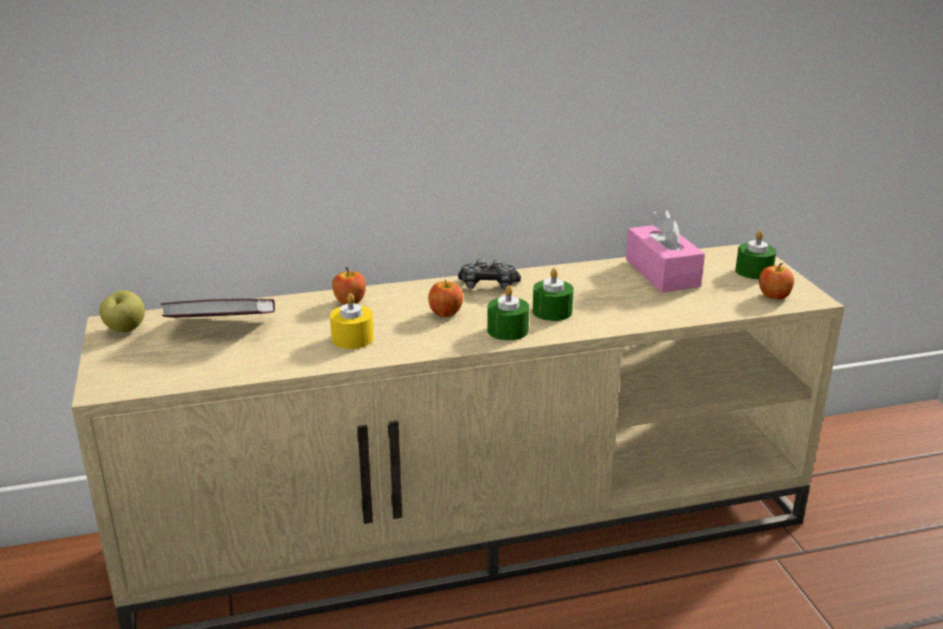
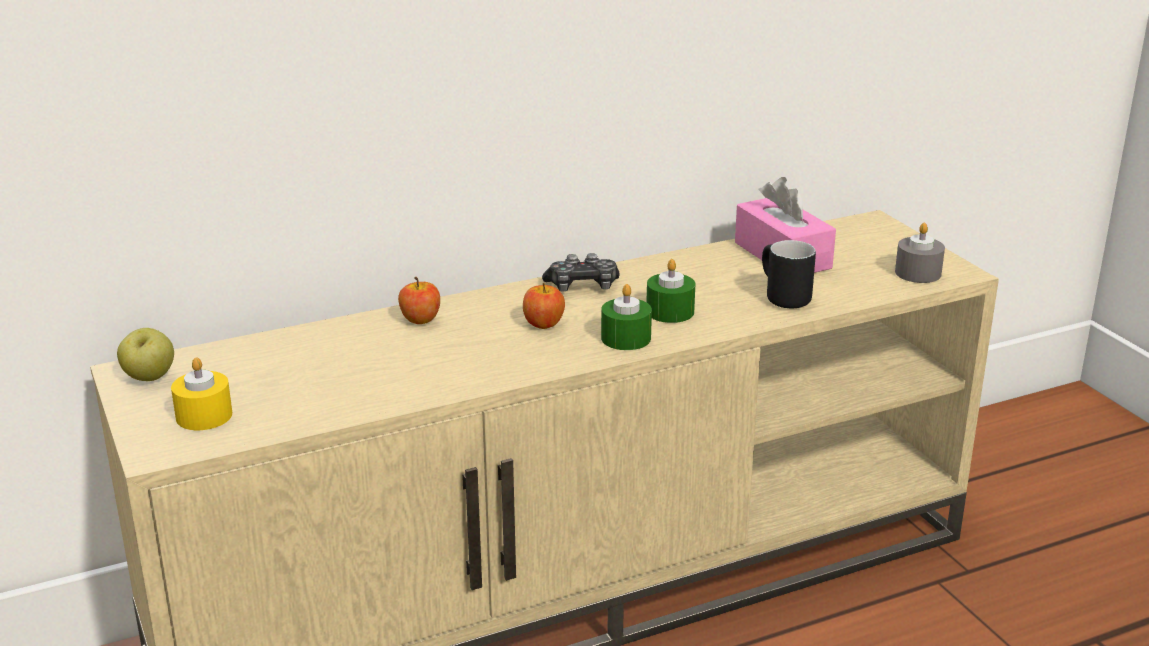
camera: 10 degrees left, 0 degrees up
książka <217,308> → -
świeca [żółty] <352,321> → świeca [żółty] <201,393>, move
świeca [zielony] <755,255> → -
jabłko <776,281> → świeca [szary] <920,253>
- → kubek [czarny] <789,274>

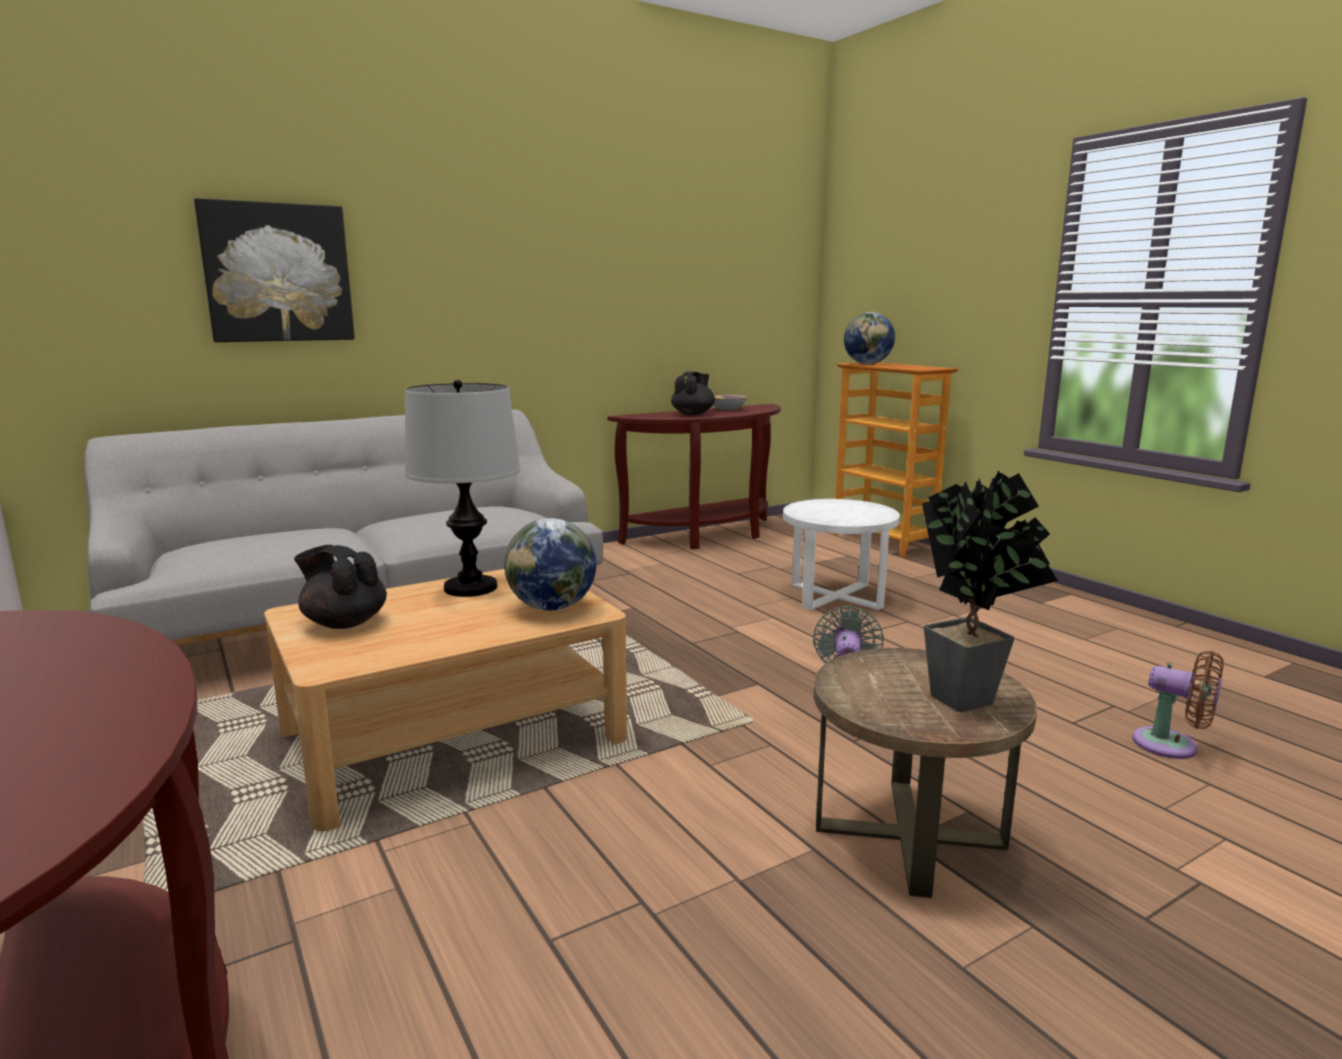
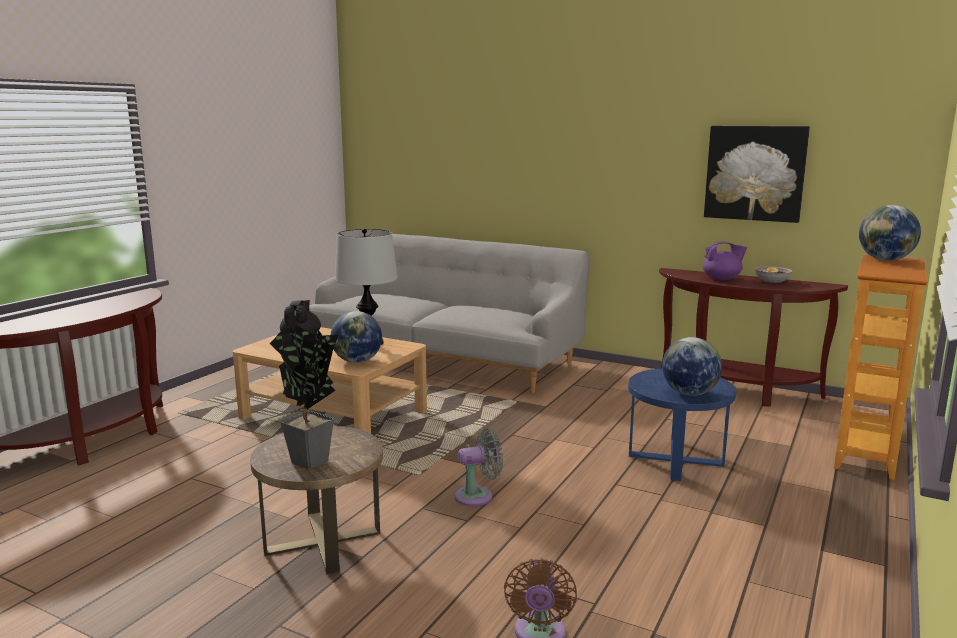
camera: 60 degrees right, 0 degrees up
obraz <274,270> → obraz <757,174>, move
imbryk [czarny] <693,393> → imbryk [fioletowy] <724,260>
stolik [biały] <841,554> → stolik [niebieski] <682,425>
- → globus <692,366>

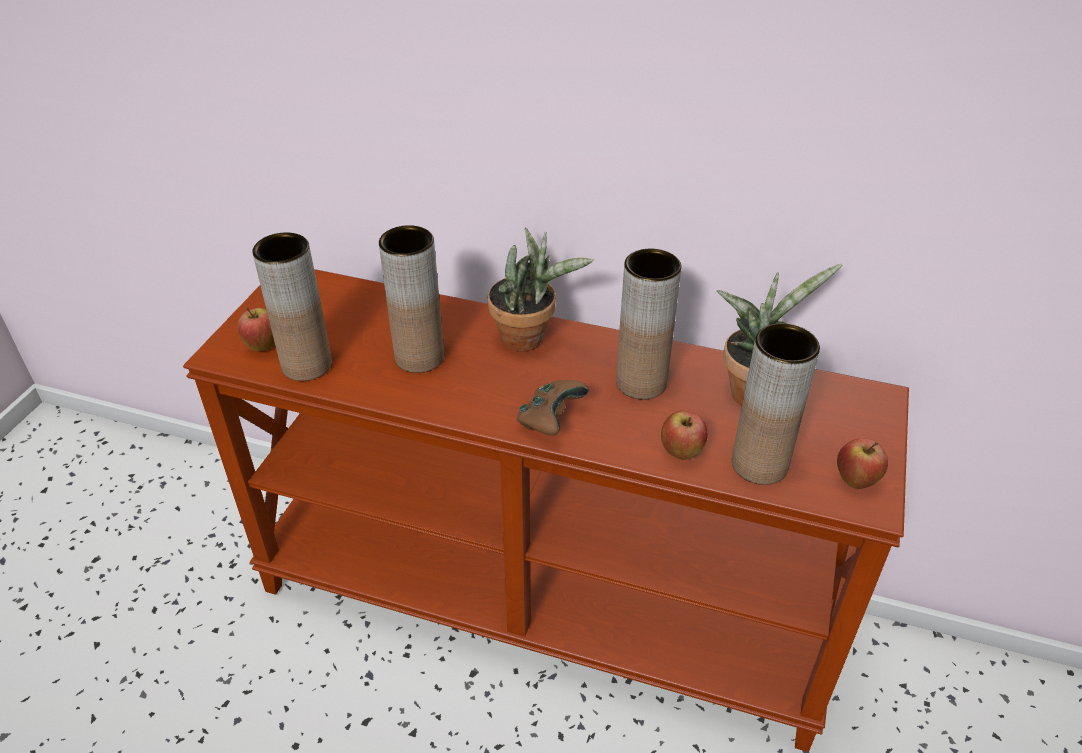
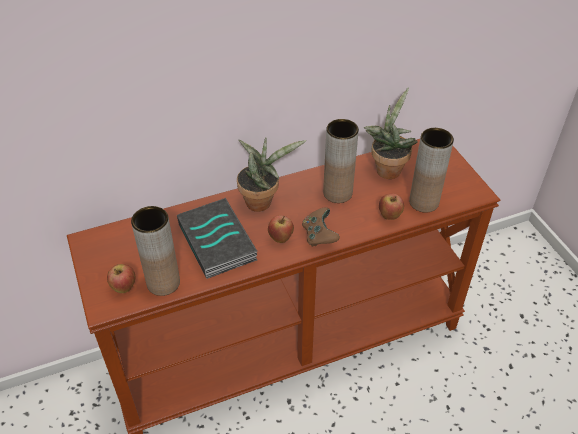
camera: 40 degrees left, 5 degrees up
wazon [brązowy] <411,299> → książka <217,238>
jabłko <862,463> → jabłko <281,229>, move

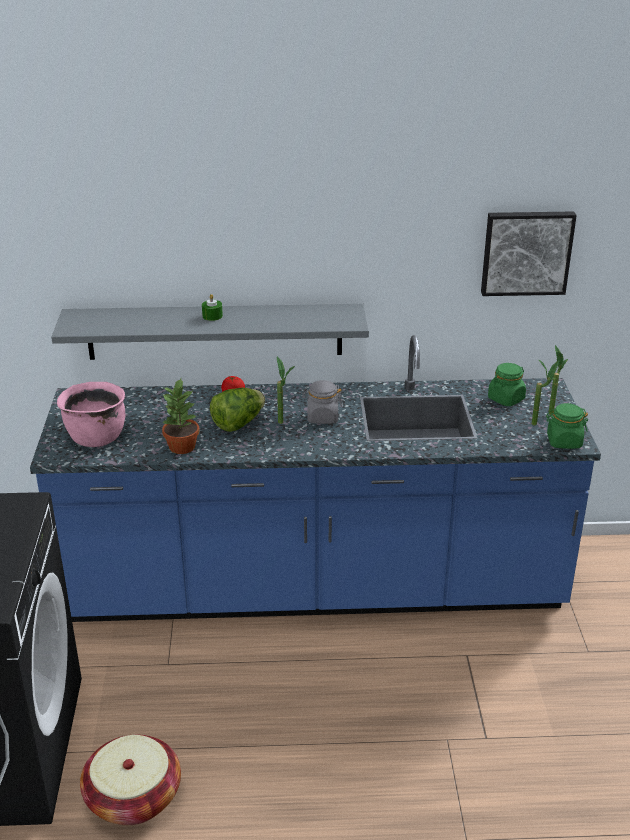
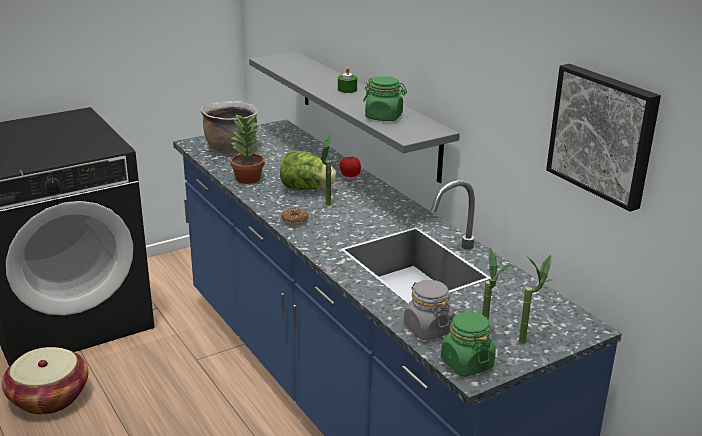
camera: 60 degrees right, 5 degrees down
garnek [różowy] <91,414> → garnek [brązowy] <230,127>
słoik [szary] <322,402> → słoik [szary] <429,310>, move
słoik [zielony] <507,384> → słoik [zielony] <385,98>, move
- → donut <294,217>

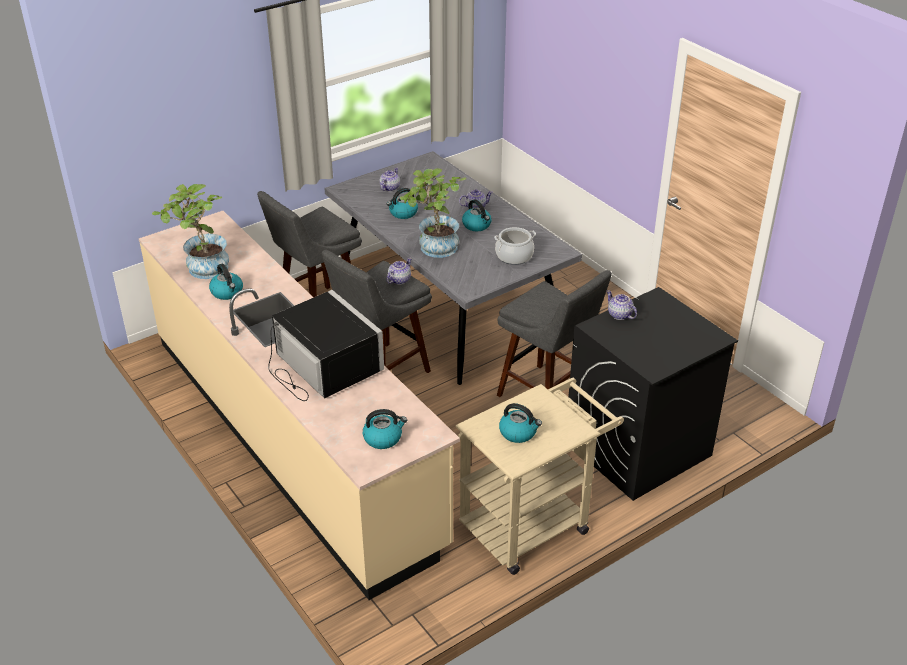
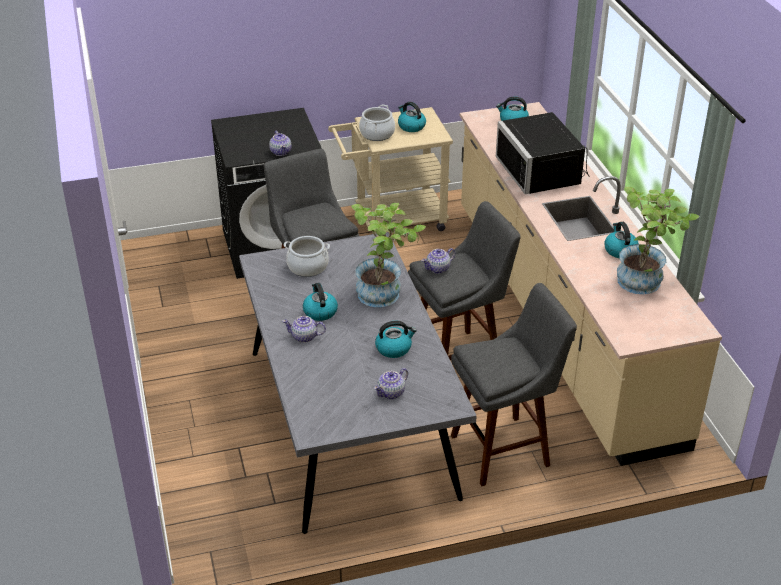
camera: 160 degrees left, 0 degrees up
- → garnek <377,123>

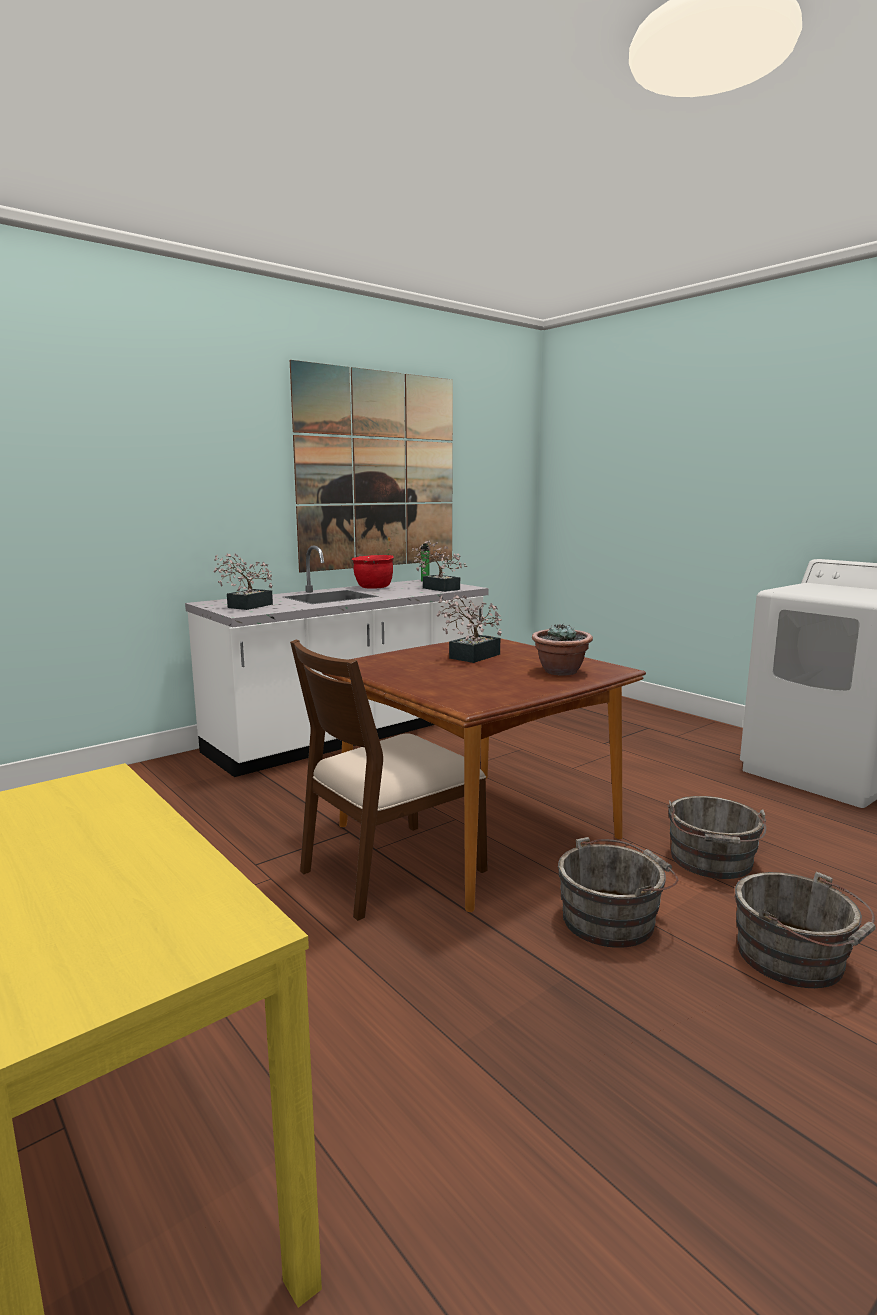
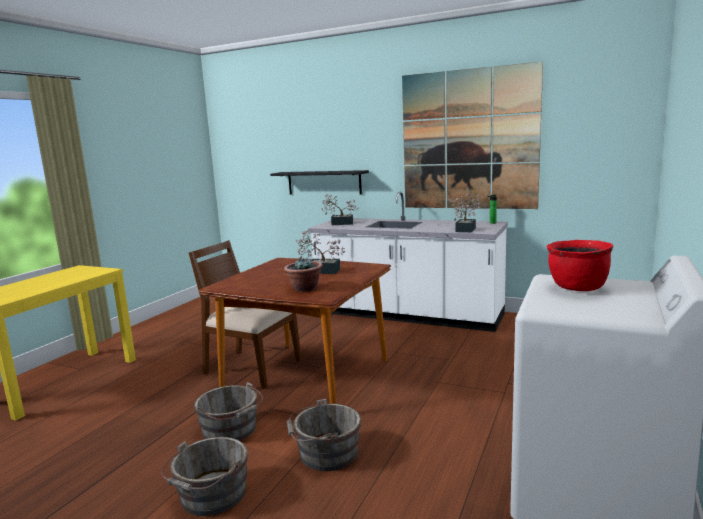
camera: 65 degrees right, 0 degrees up
garnek [czerwony] <373,572> → garnek [czerwony] <580,265>, move
- → półka [czarny] <319,182>

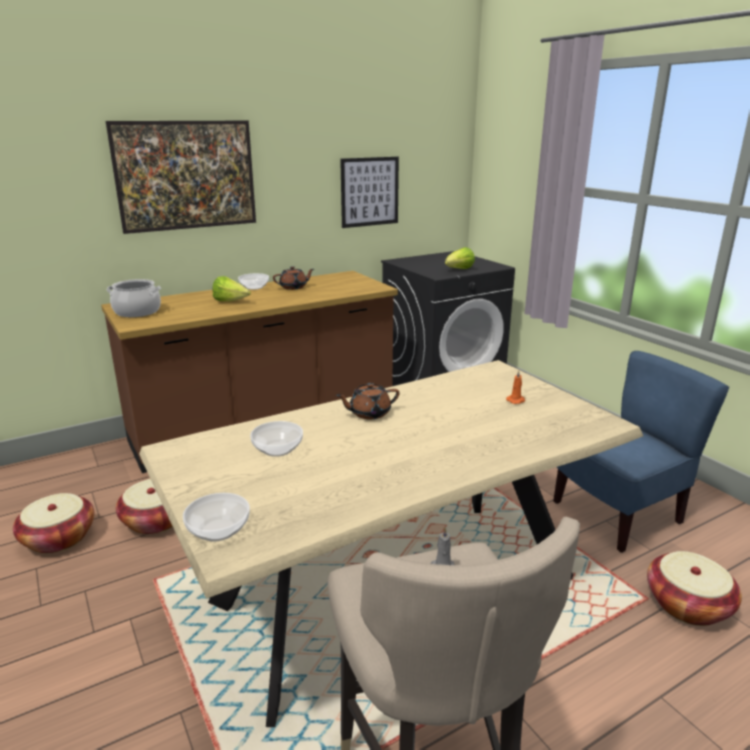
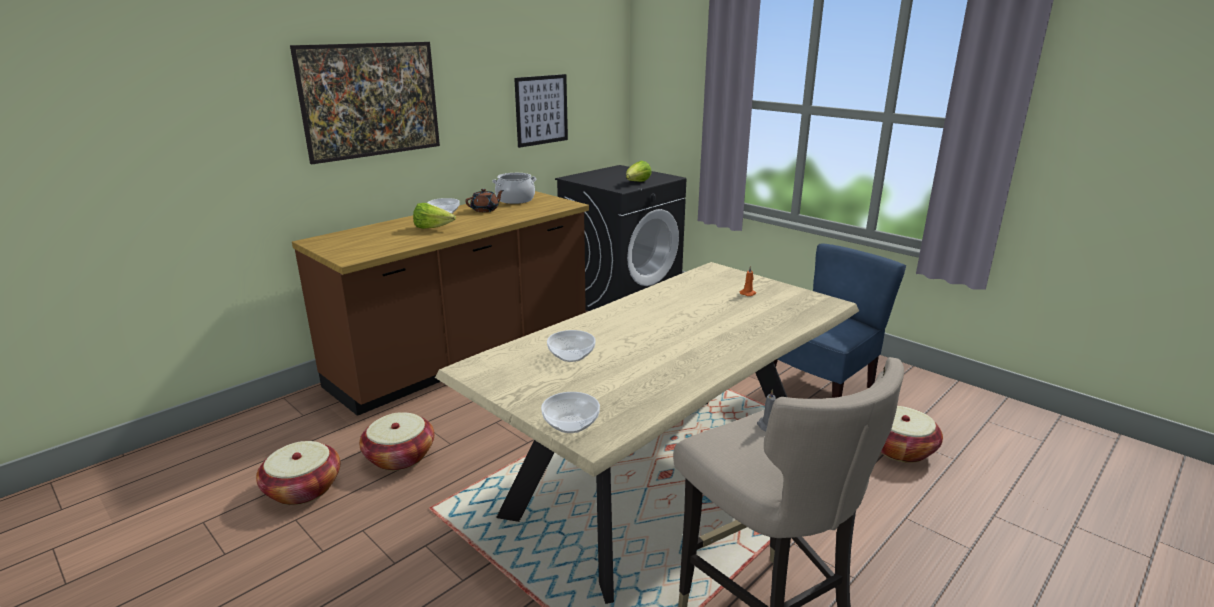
camera: 15 degrees left, 0 degrees up
garnek <134,298> → garnek <514,188>, move
imbryk [brązowy] <368,401> → -

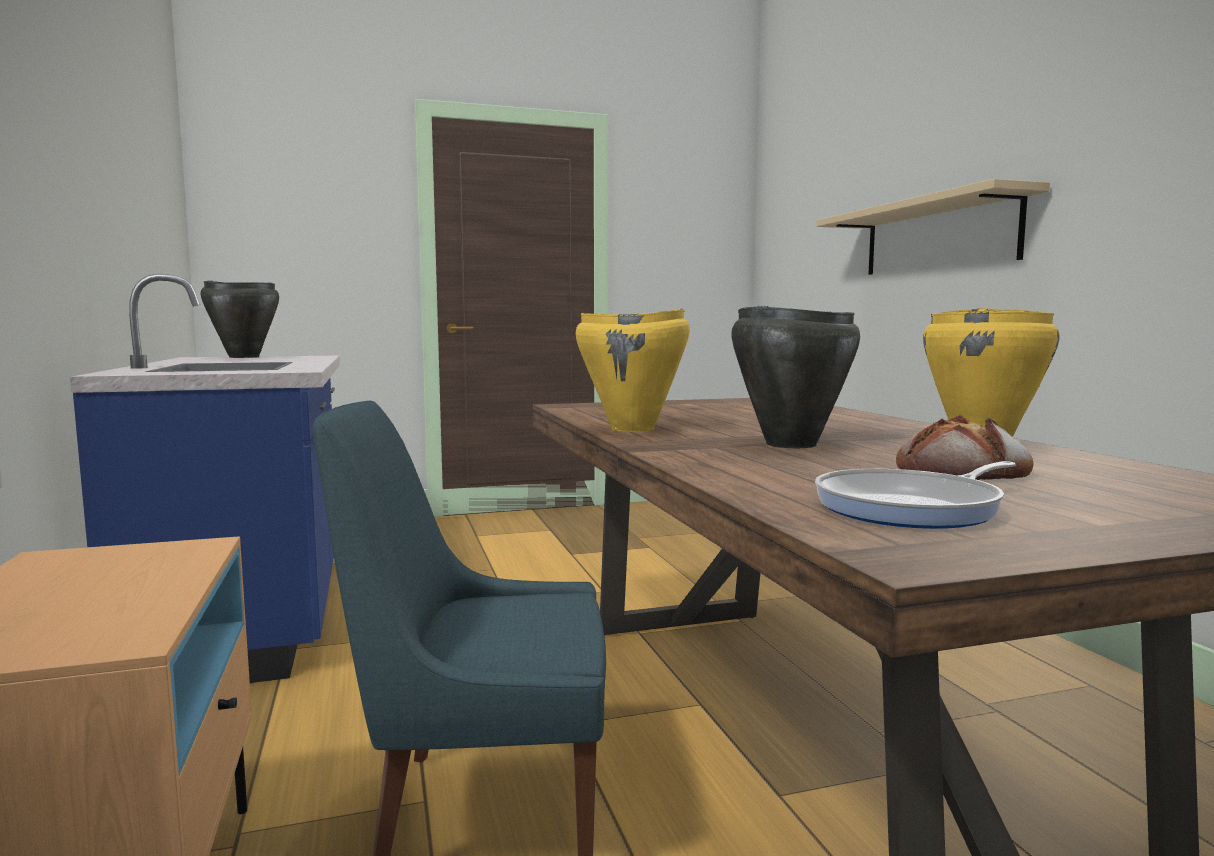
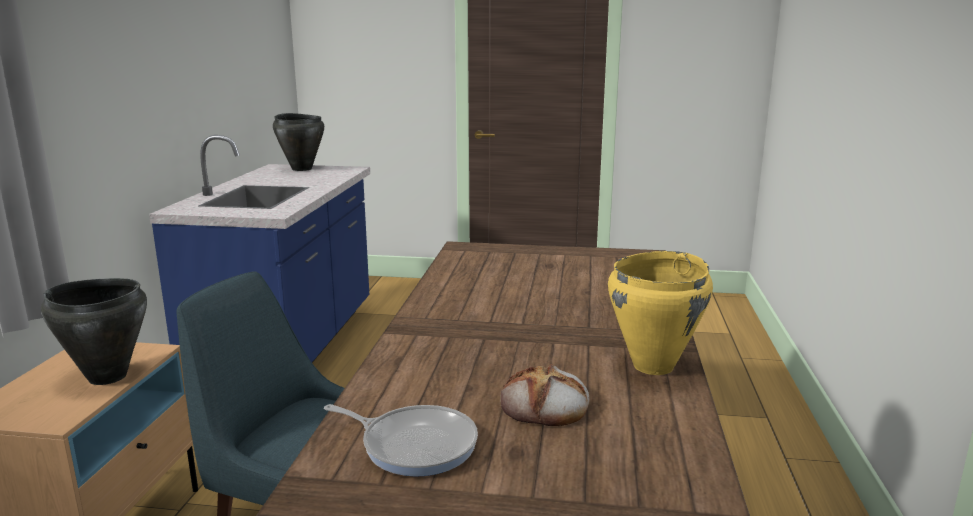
camera: 25 degrees right, 10 degrees up
garnek [żółty] <633,370> → -
garnek [czarny] <795,377> → garnek [czarny] <94,331>, move
patelnia <915,495> → patelnia <401,440>, 150 degrees counterclockwise
półka [beżowy] <933,227> → -

